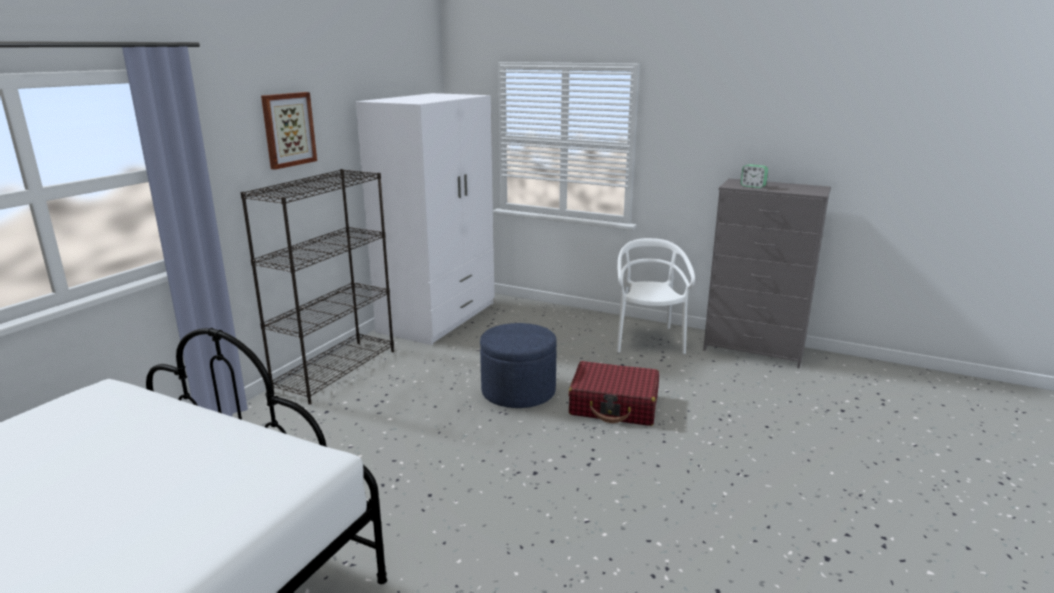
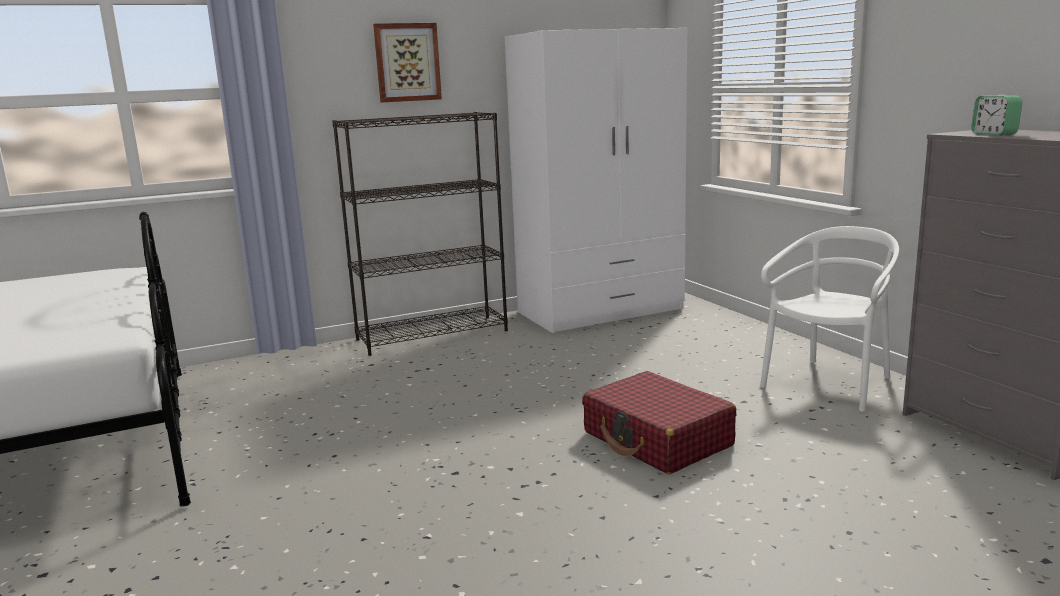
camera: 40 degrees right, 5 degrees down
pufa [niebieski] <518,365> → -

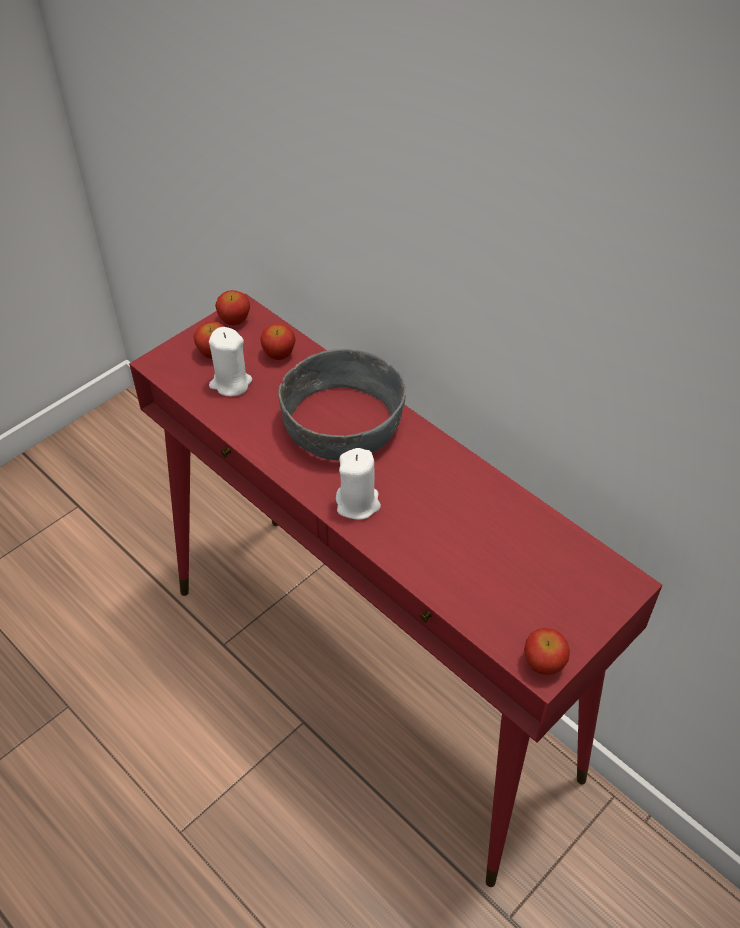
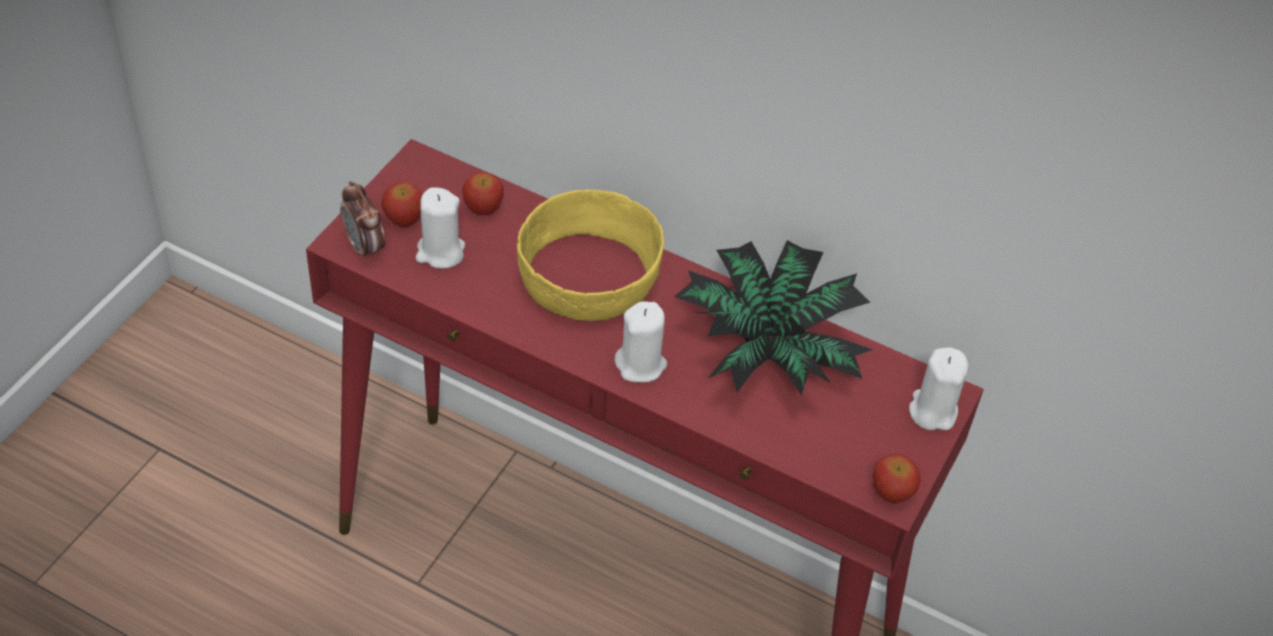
camera: 20 degrees left, 0 degrees up
jabłko <232,307> → -
miska [szary] <342,405> → miska [żółty] <590,255>
- → budzik <362,221>
- → roślina doniczkowa <773,317>
- → świeca [biały] <938,389>

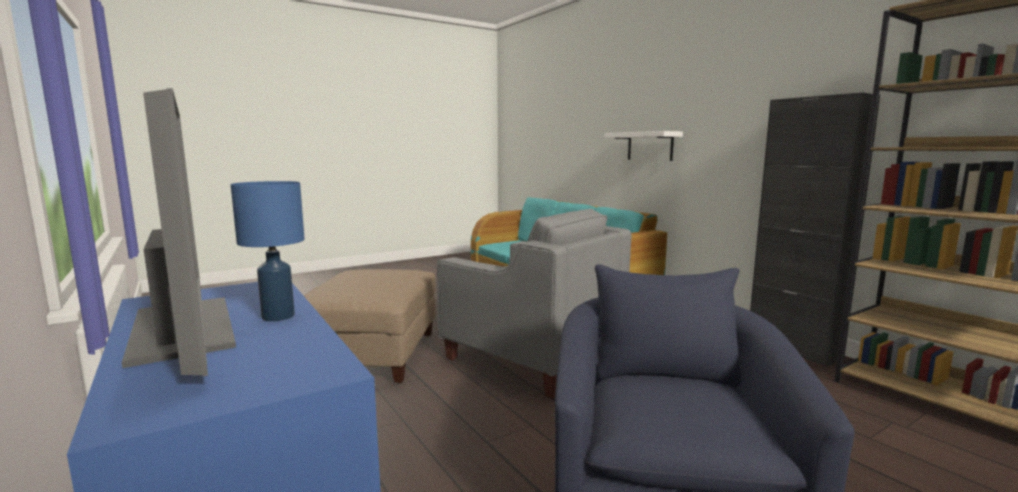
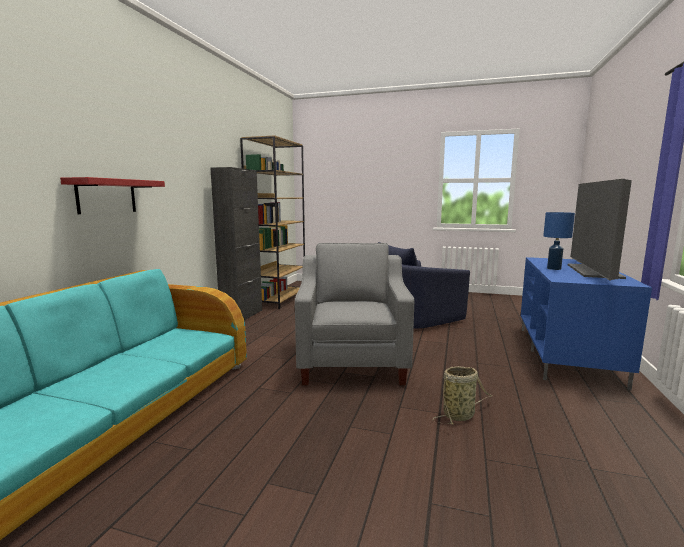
camera: 130 degrees left, 0 degrees up
pufa [beżowy] <369,326> → koszyk <462,395>
półka [biały] <643,146> → półka [czerwony] <112,195>

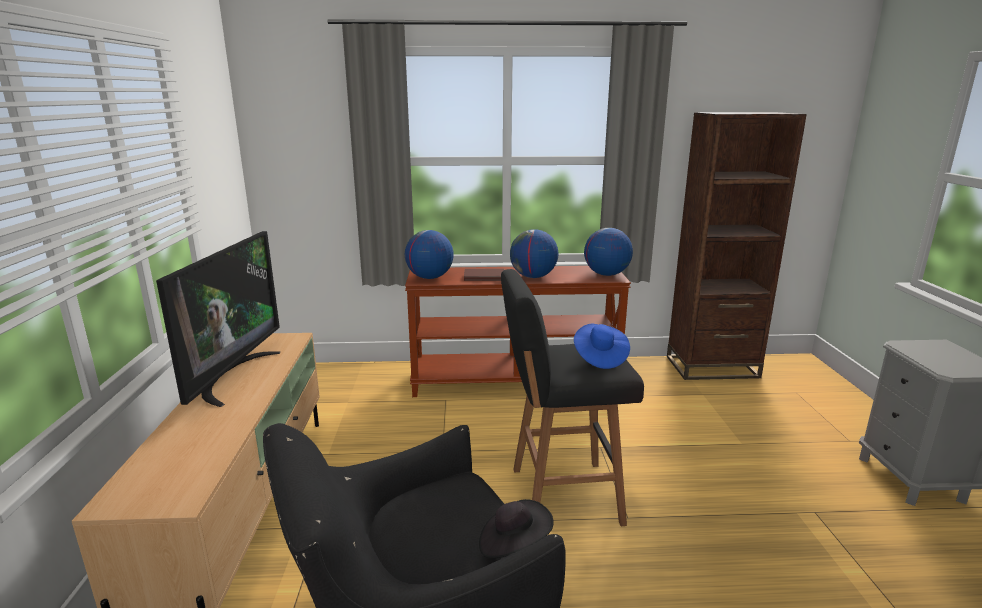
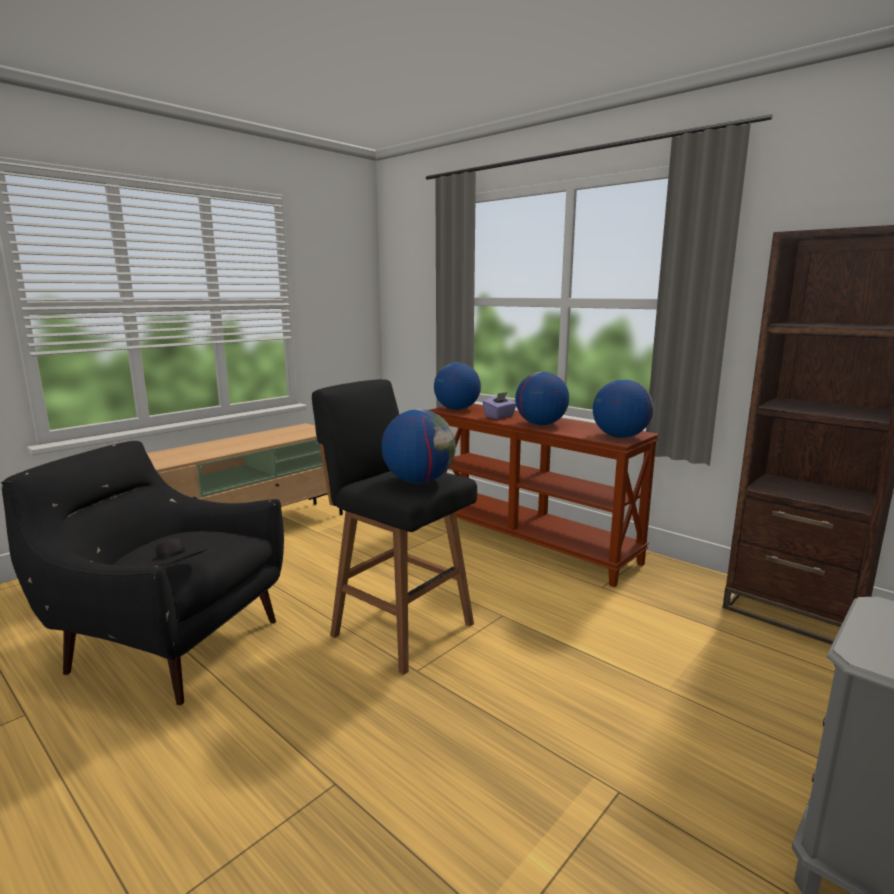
camera: 45 degrees right, 5 degrees down
telewizor <218,319> → -
książka [brązowy] <484,275> → pudełko chusteczek [fioletowy] <499,405>
kapelusz [niebieski] <602,346> → globus <419,446>

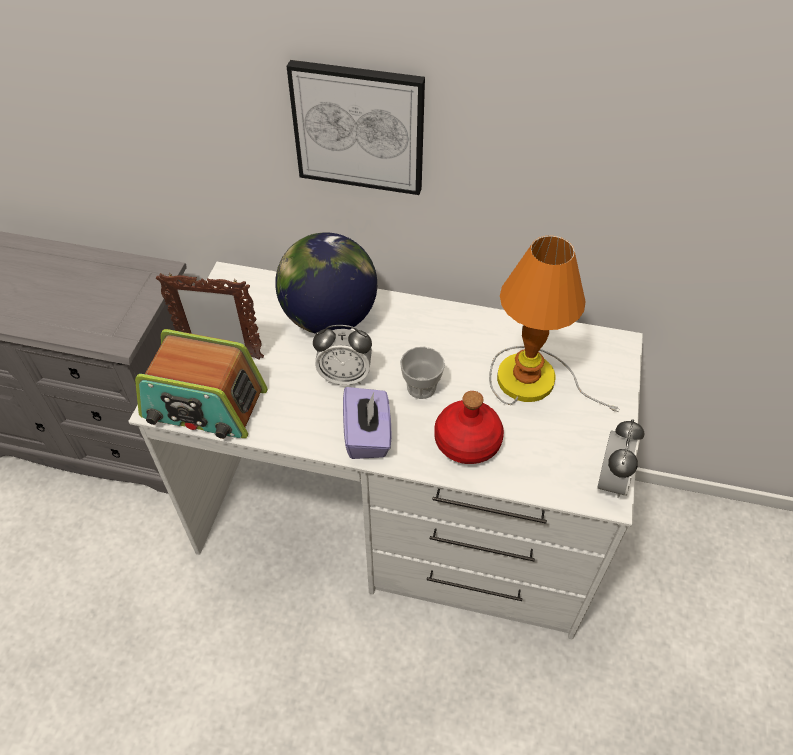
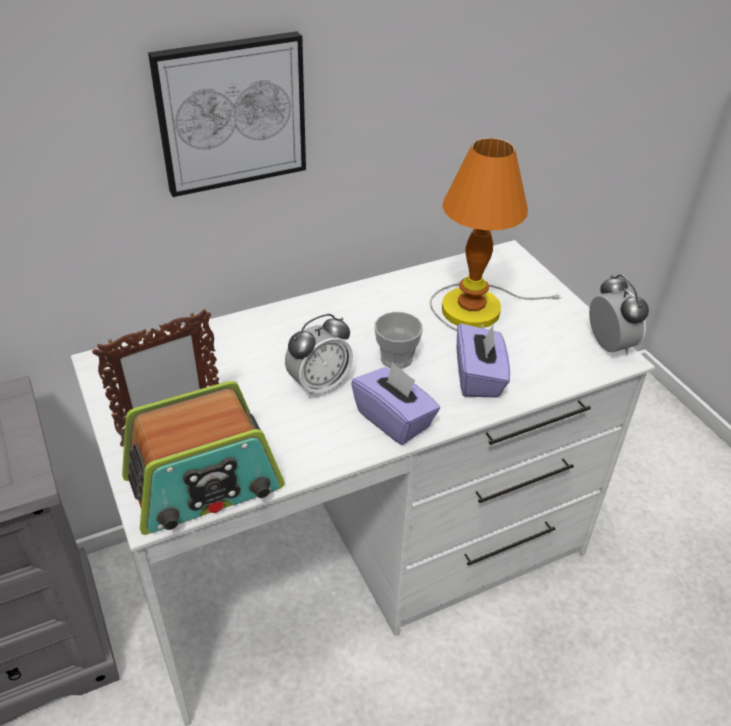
camera: 40 degrees left, 10 degrees down
globus <326,283> → -
butelka [czerwony] <469,427> → pudełko chusteczek [fioletowy] <483,360>

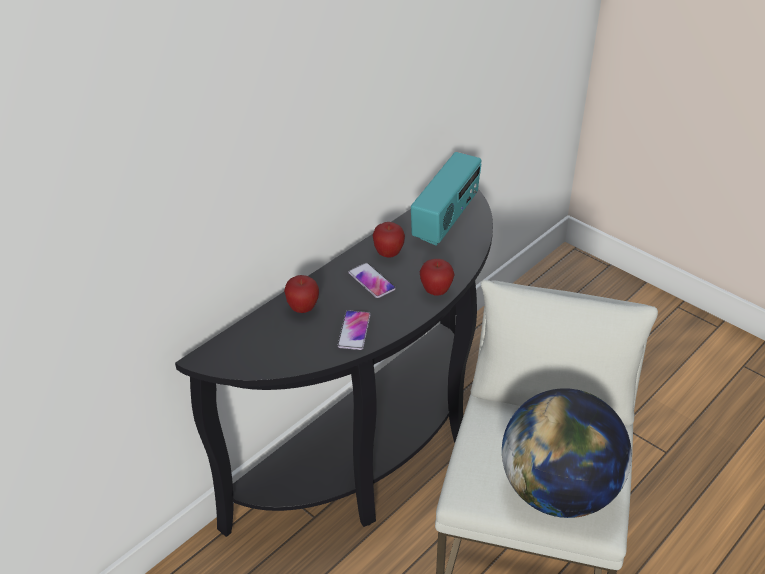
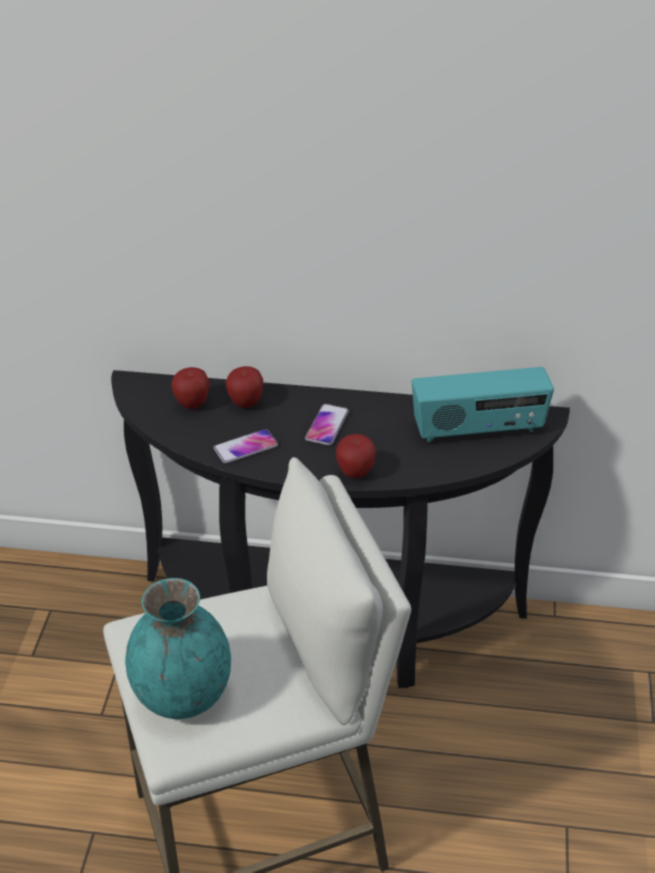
camera: 55 degrees right, 0 degrees up
jabłko <388,240> → jabłko <190,388>, move
globus <567,453> → wazon [turkusowy] <178,648>

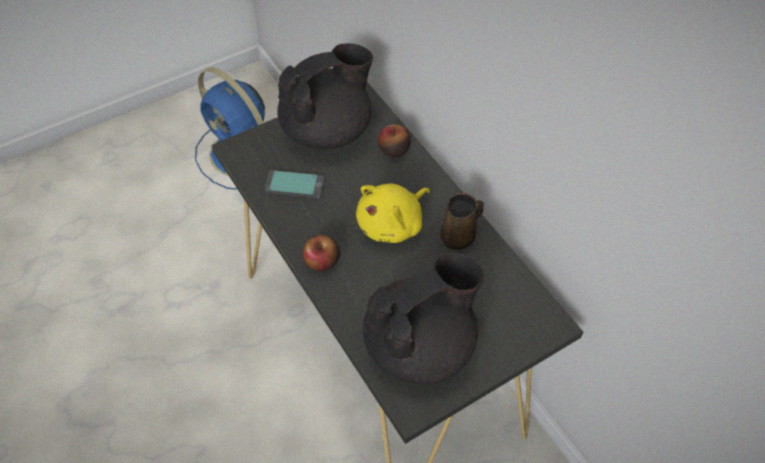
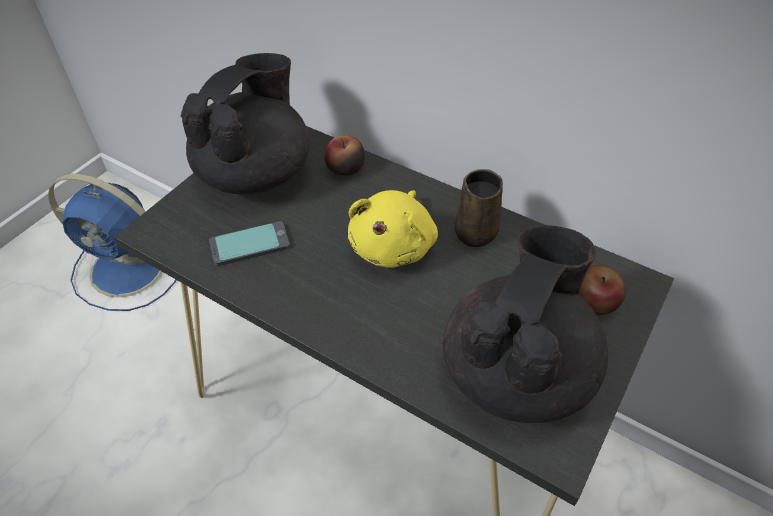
camera: 25 degrees left, 5 degrees down
jabłko <321,253> → jabłko <603,290>, move

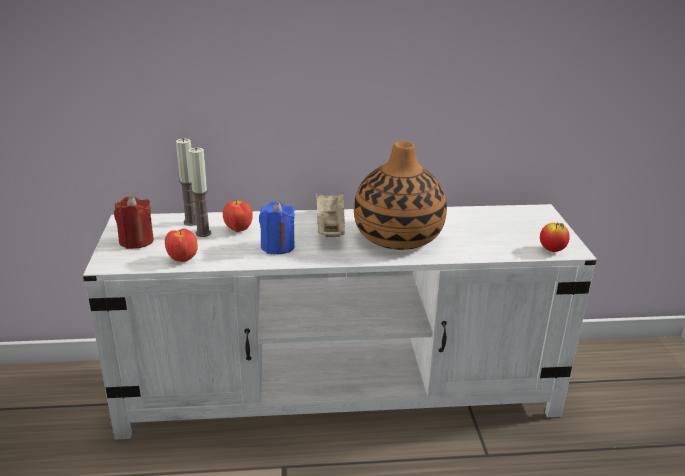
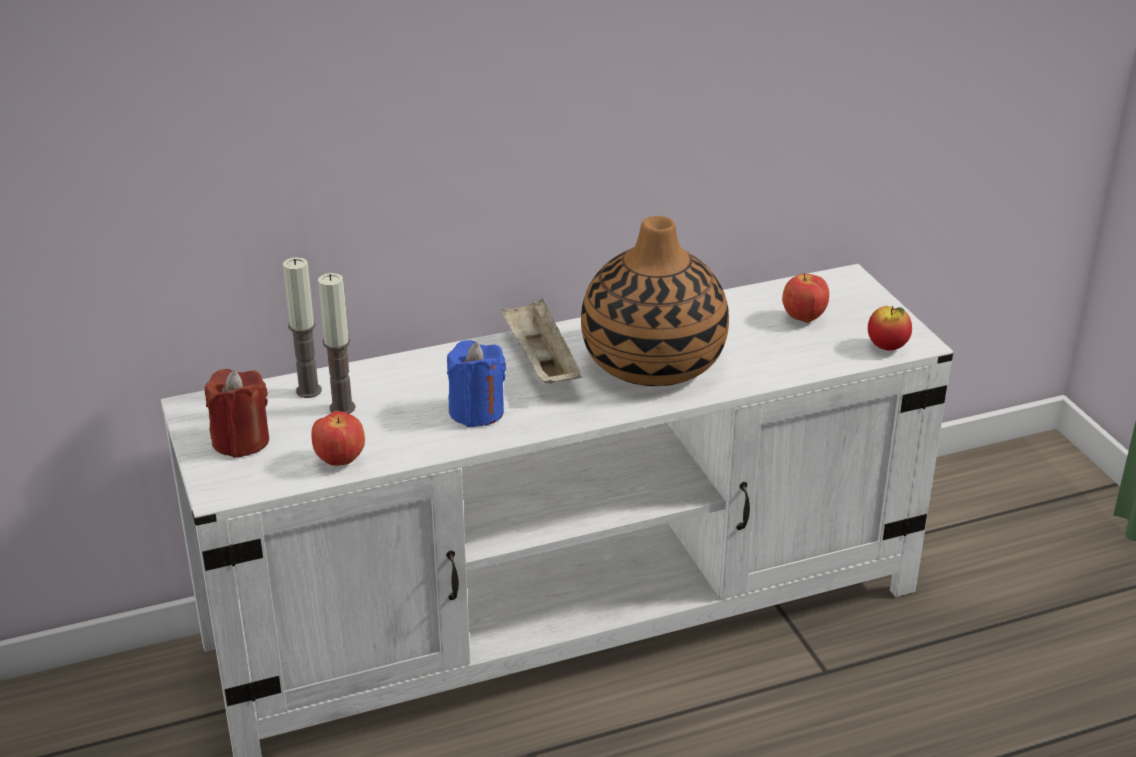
camera: 15 degrees left, 5 degrees up
jabłko <238,216> → jabłko <805,298>, move

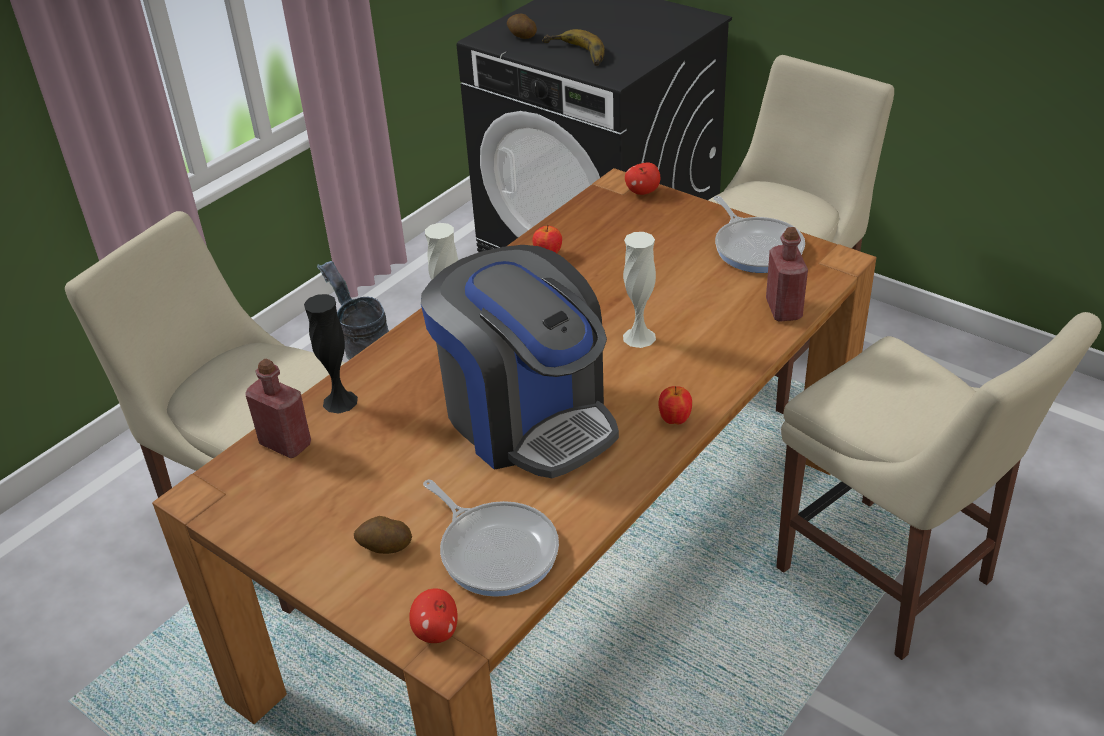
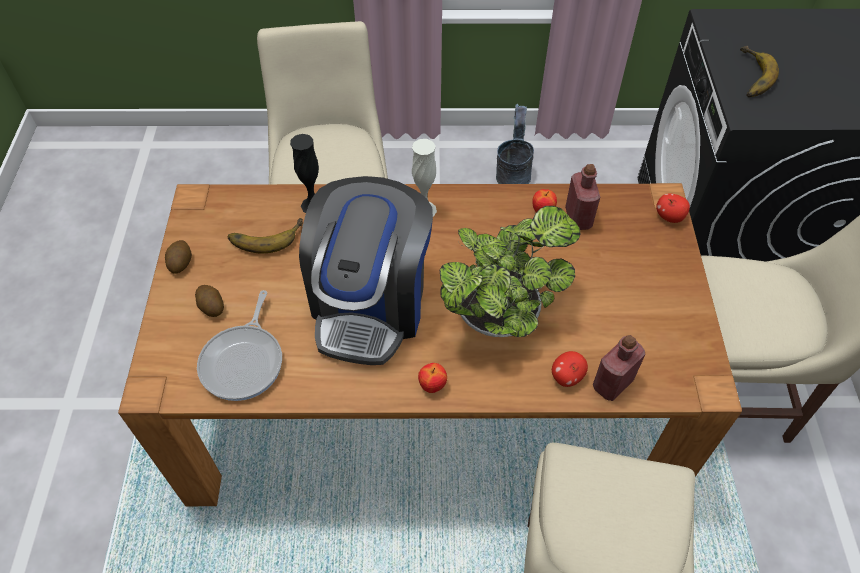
camera: 50 degrees right, 15 degrees up
butelka [czerwony] <278,408> → butelka [czerwony] <582,197>, move
jabłko <433,615> → jabłko <570,369>, move
ziemniak <522,26> → ziemniak <178,257>, move
wazon [biały] <639,290> → roślina doniczkowa <510,271>
patelnia <759,234> → -
- → banan <265,235>

